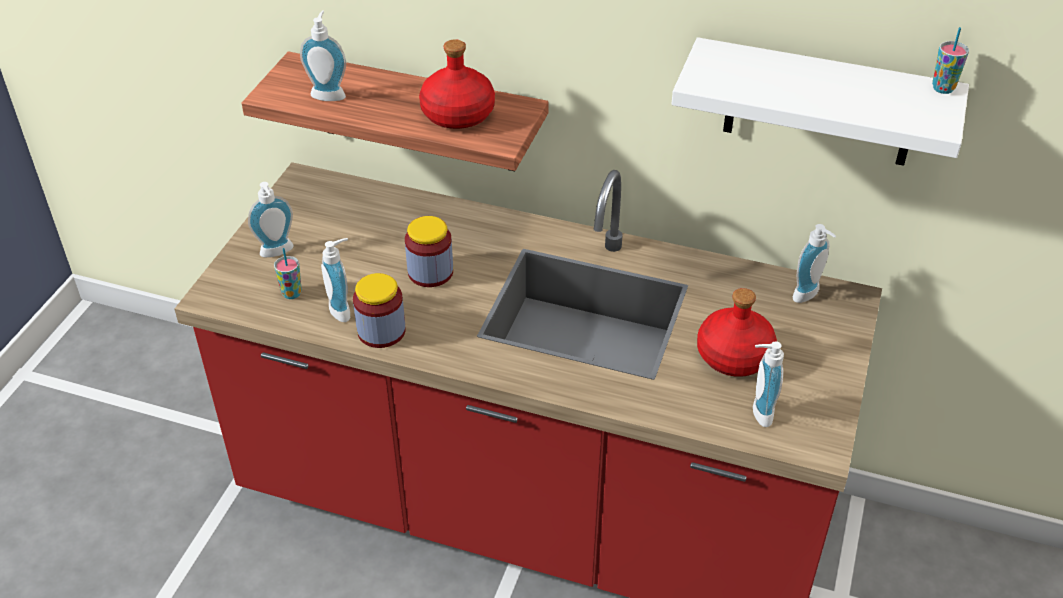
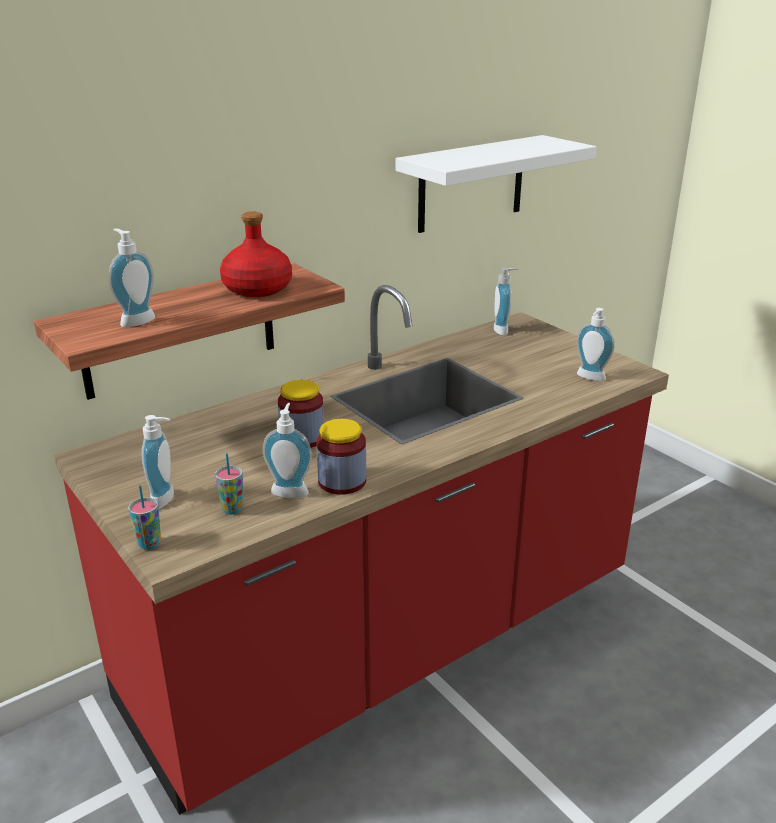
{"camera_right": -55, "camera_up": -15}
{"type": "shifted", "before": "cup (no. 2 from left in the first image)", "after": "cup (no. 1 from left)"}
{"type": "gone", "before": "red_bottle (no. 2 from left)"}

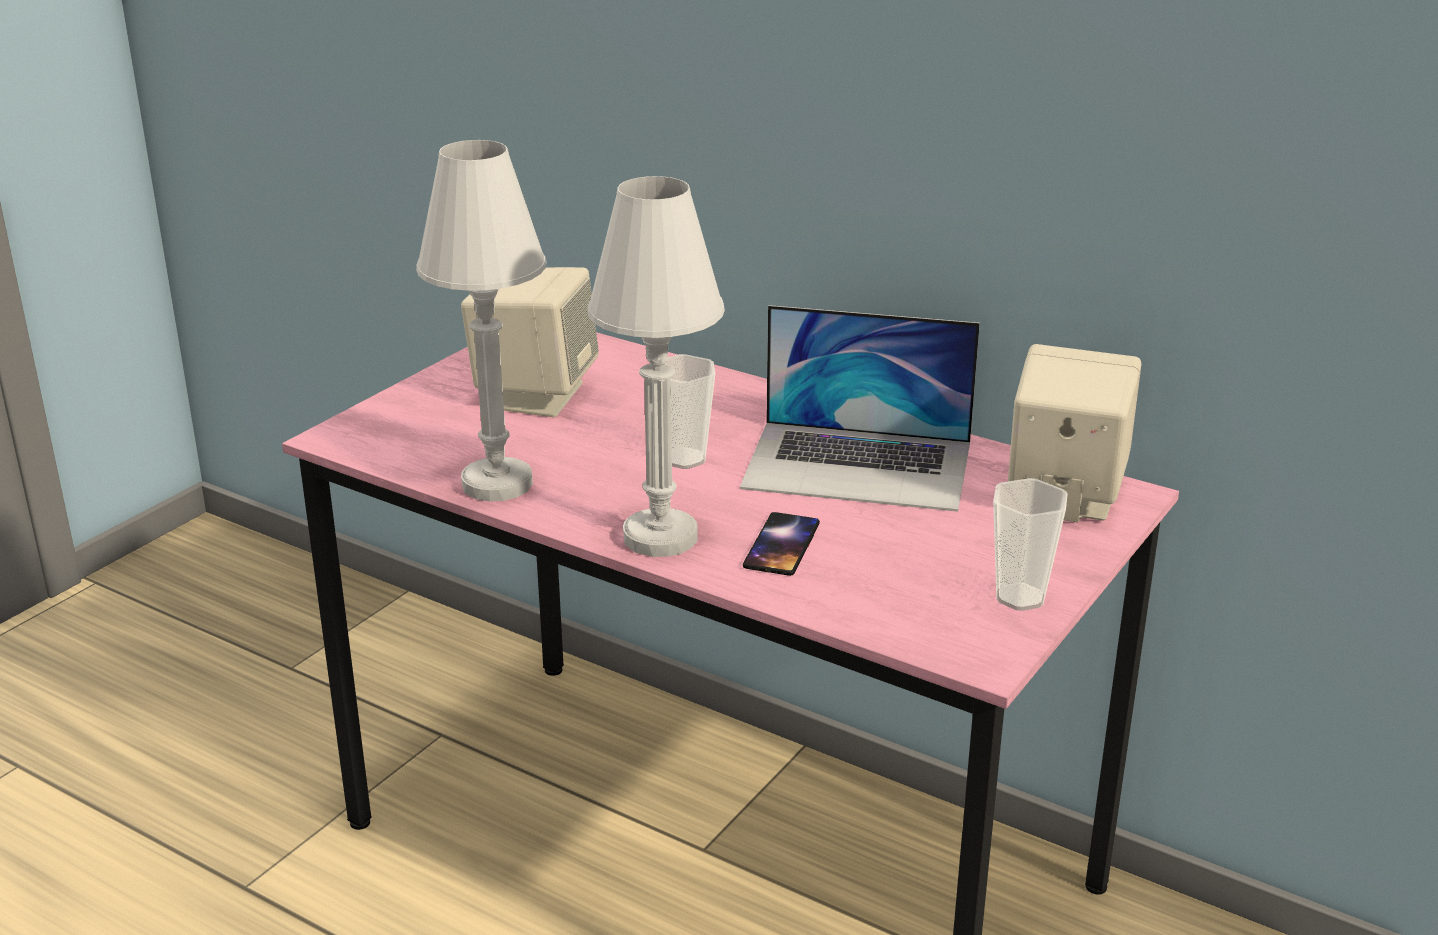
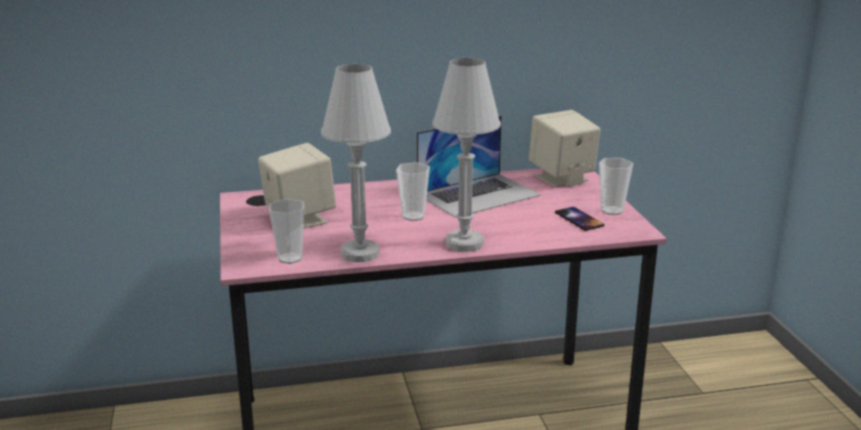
{"camera_right": -45, "camera_up": -5}
{"type": "shifted", "before": "phone"}
{"type": "new", "after": "cup (no. 1 from left)"}

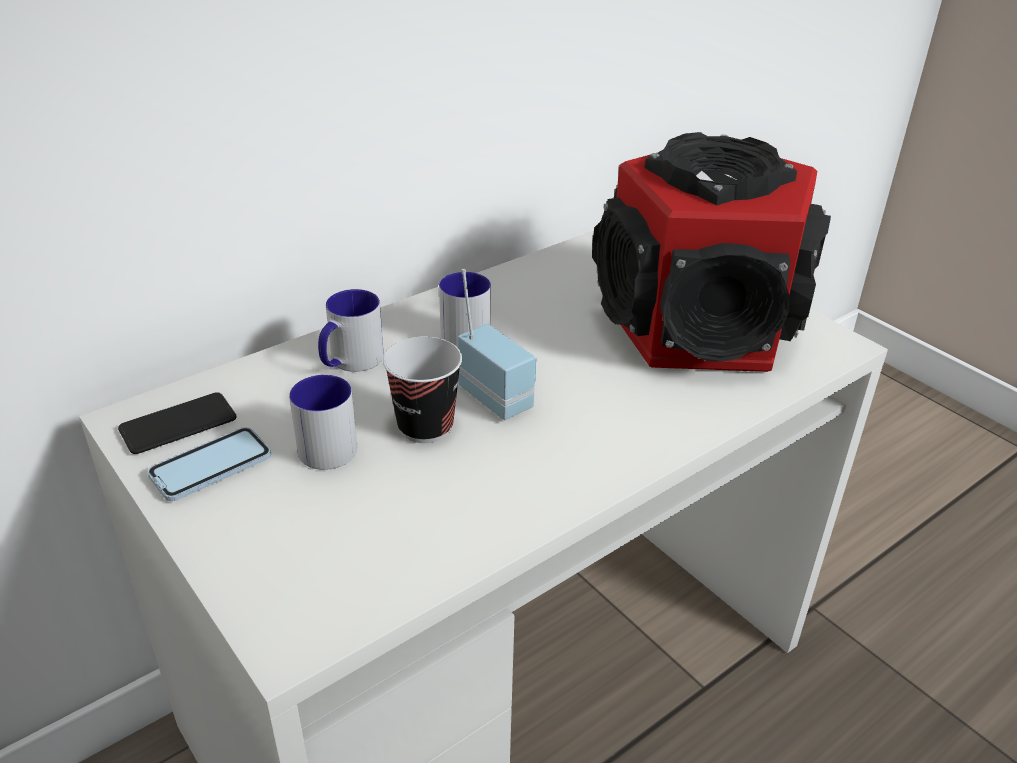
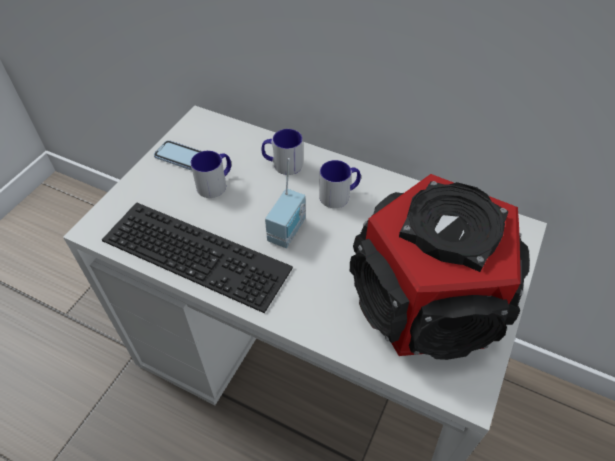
{"camera_right": 65, "camera_up": 15}
{"type": "gone", "before": "cup"}
{"type": "gone", "before": "phone (no. 1 from left)"}
{"type": "new", "after": "keyboard"}

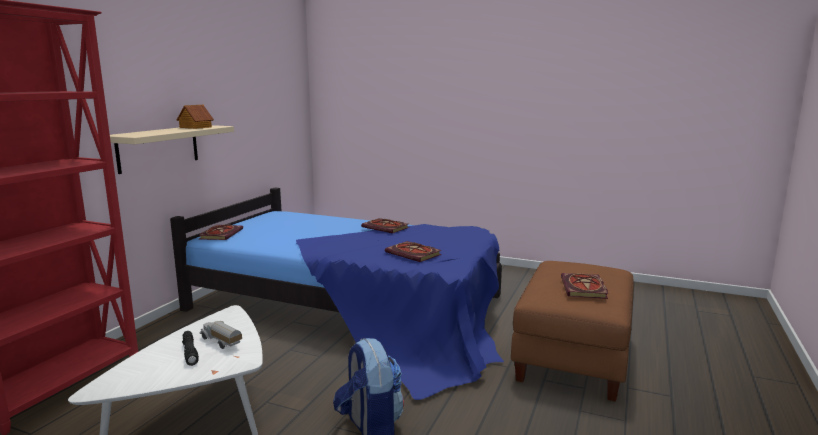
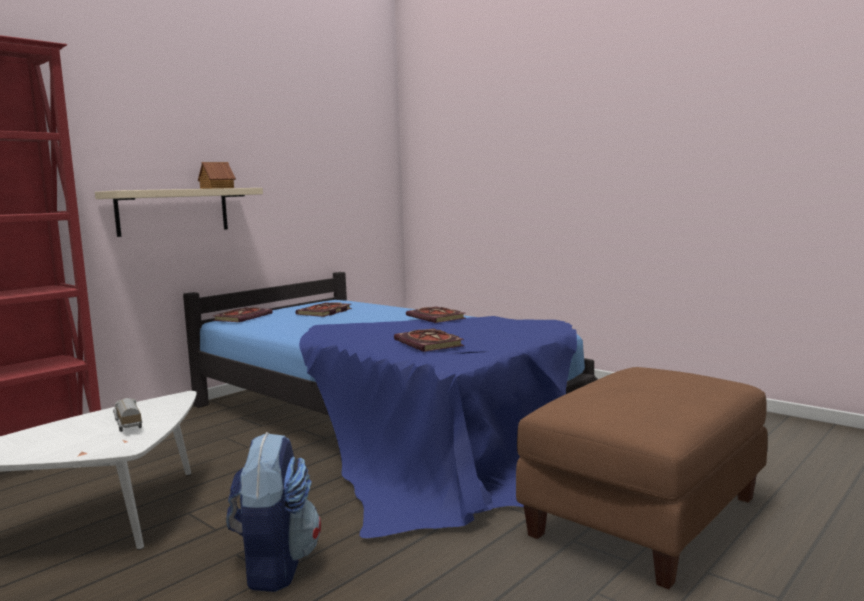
{"camera_right": 20, "camera_up": -5}
{"type": "shifted", "before": "book (no. 4 from left in the first image)", "after": "book (no. 2 from left)"}
{"type": "gone", "before": "black_flashlight"}

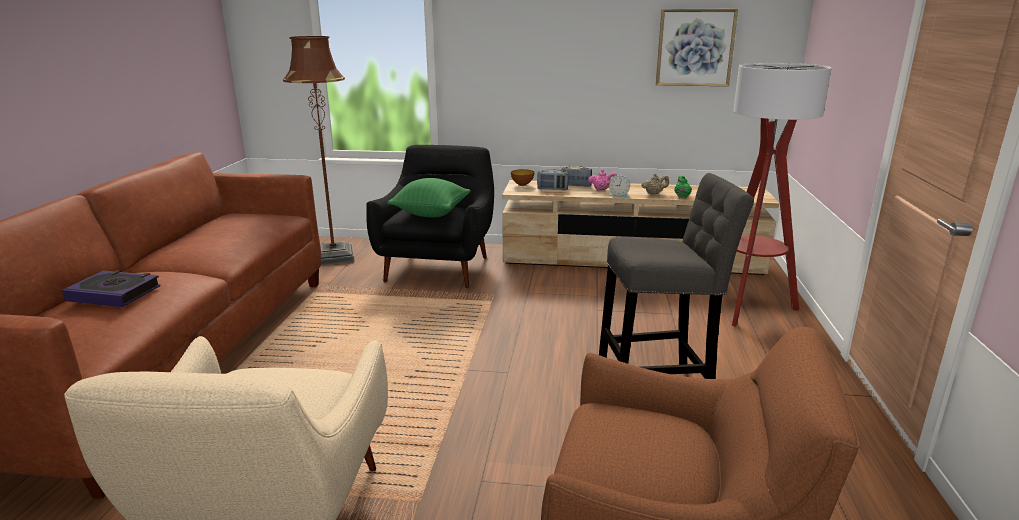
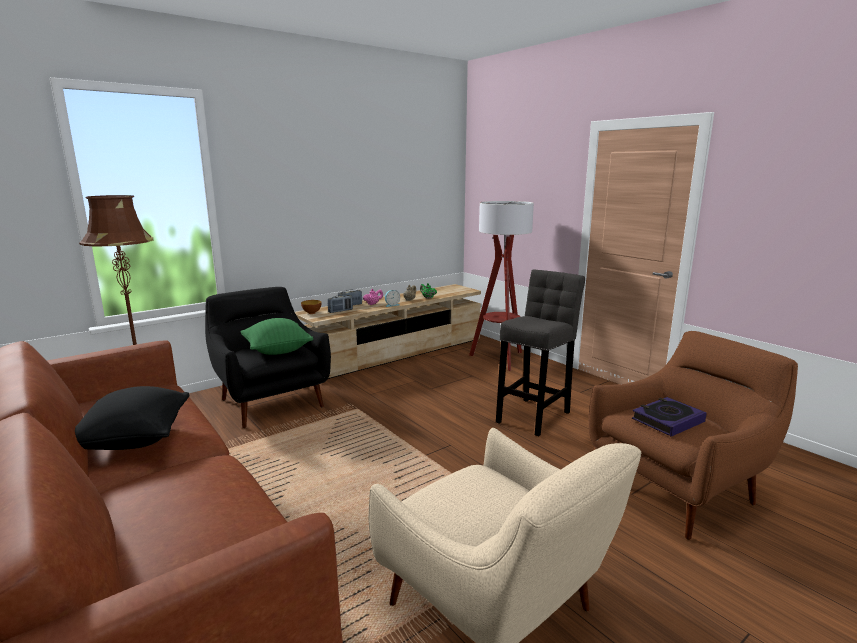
{"camera_right": -45, "camera_up": -5}
{"type": "gone", "before": "picture"}
{"type": "shifted", "before": "book"}
{"type": "new", "after": "black_pillow"}

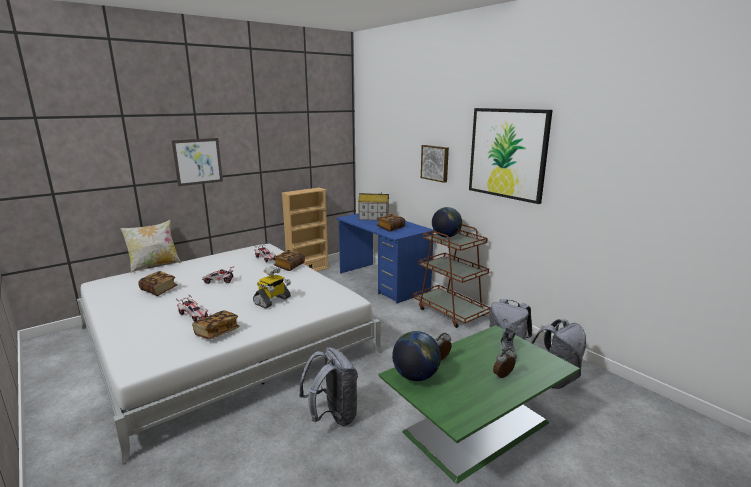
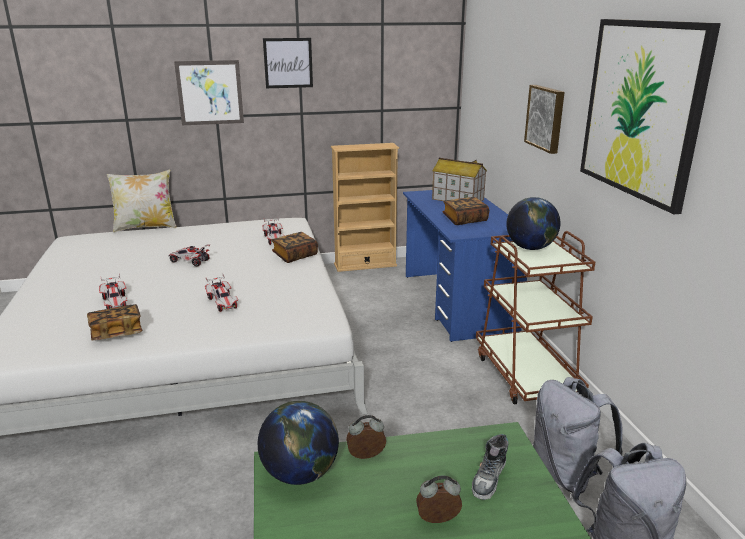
{"camera_right": 25, "camera_up": 5}
{"type": "swapped", "before": "toy_robot", "after": "toy_car (no. 3 from left)"}
{"type": "gone", "before": "book (no. 1 from left)"}
{"type": "gone", "before": "grey_backpack (no. 1 from left)"}
{"type": "new", "after": "picture (no. 2 from left)"}

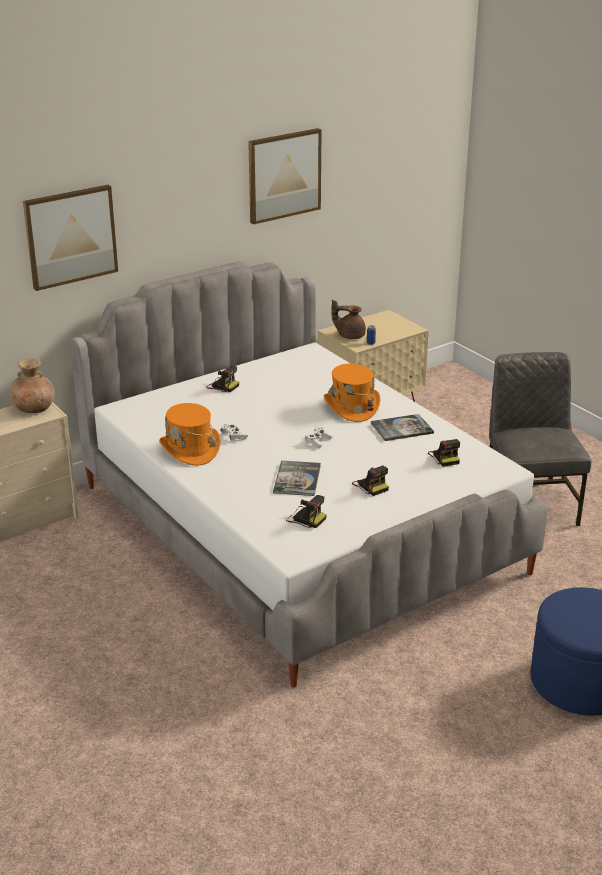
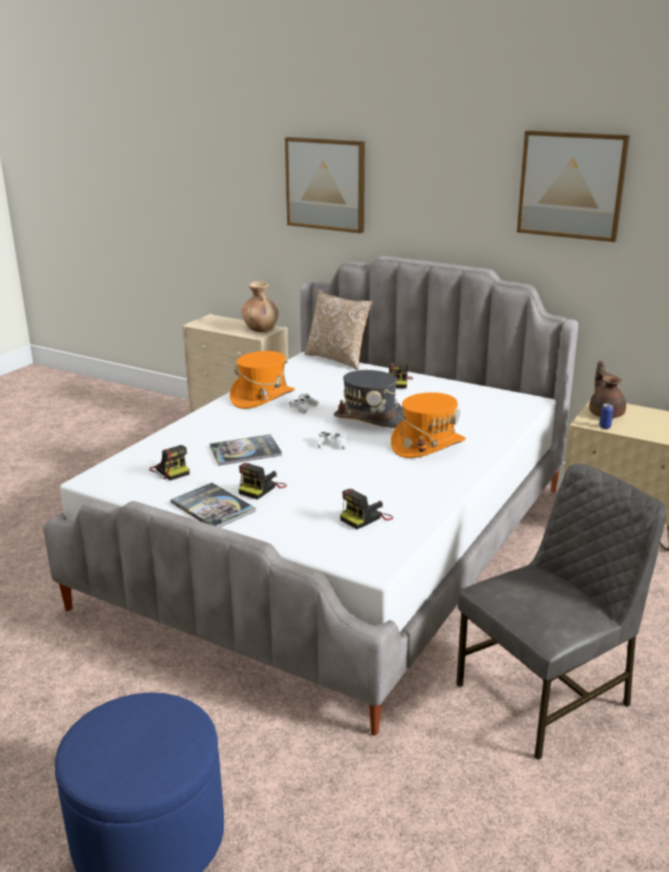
{"camera_right": 65, "camera_up": -5}
{"type": "shifted", "before": "book (no. 2 from left in the first image)", "after": "book (no. 1 from left)"}
{"type": "rotated", "before": "photo_camera (no. 2 from left in the first image)", "turn": -45}
{"type": "new", "after": "pillow"}
{"type": "new", "after": "grey_hat"}

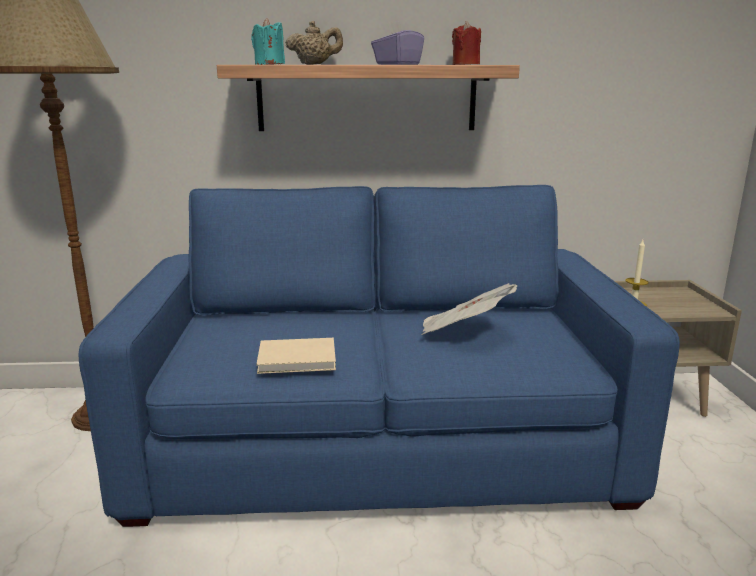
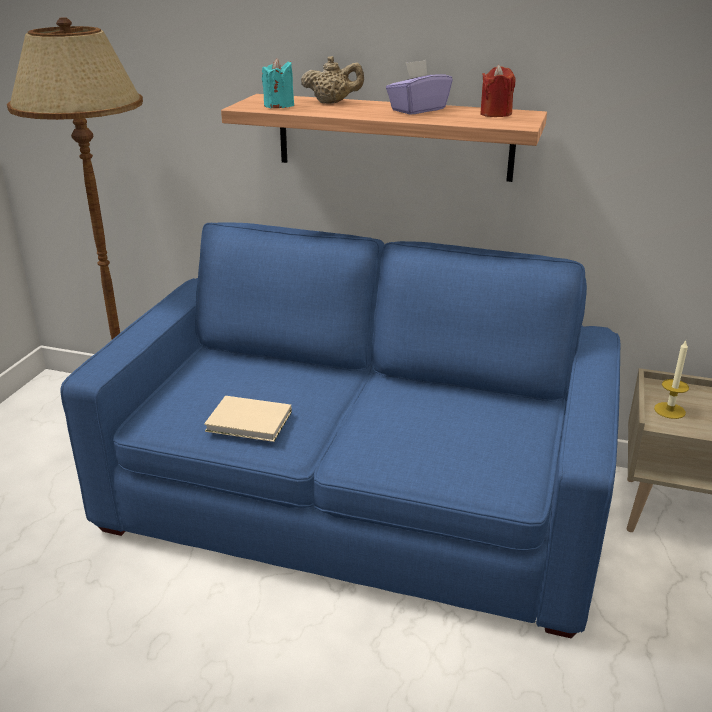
{"camera_right": 20, "camera_up": 10}
{"type": "gone", "before": "newspaper"}

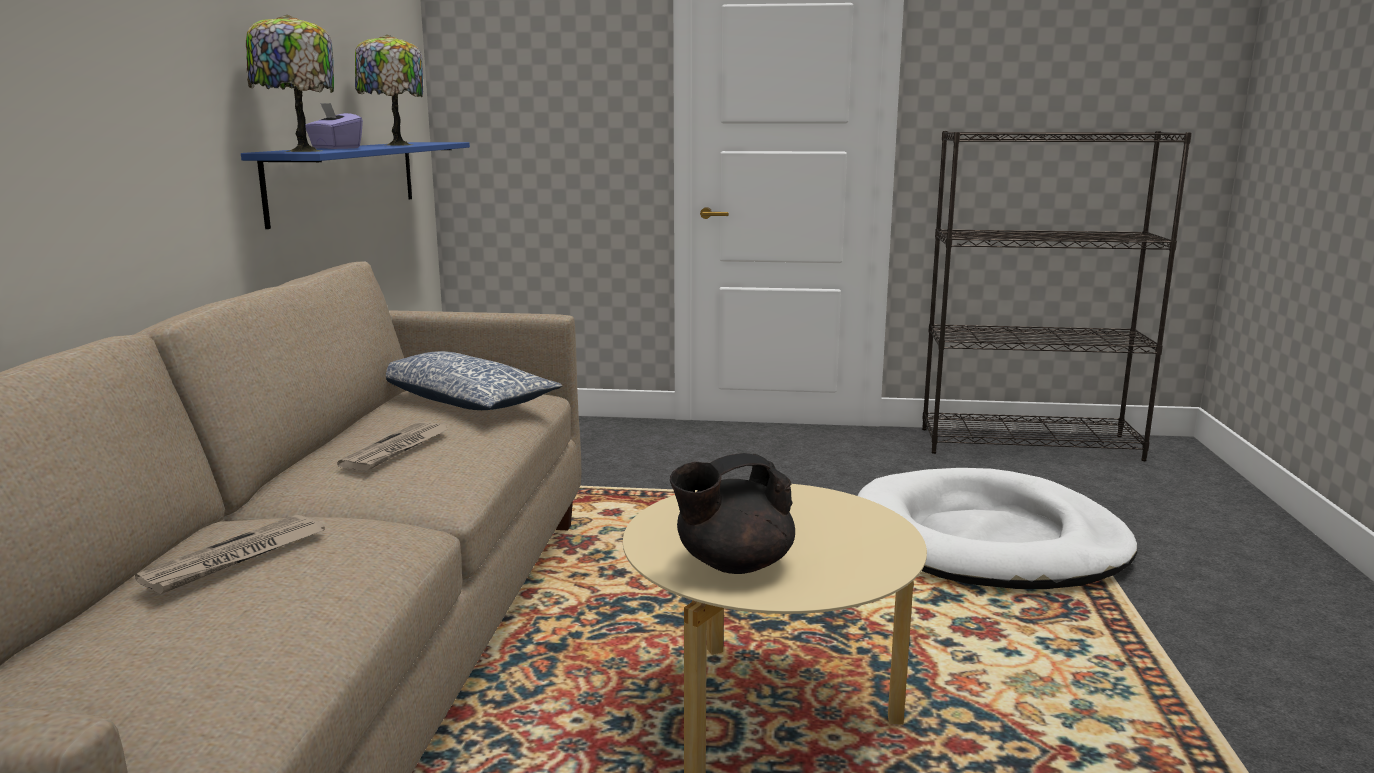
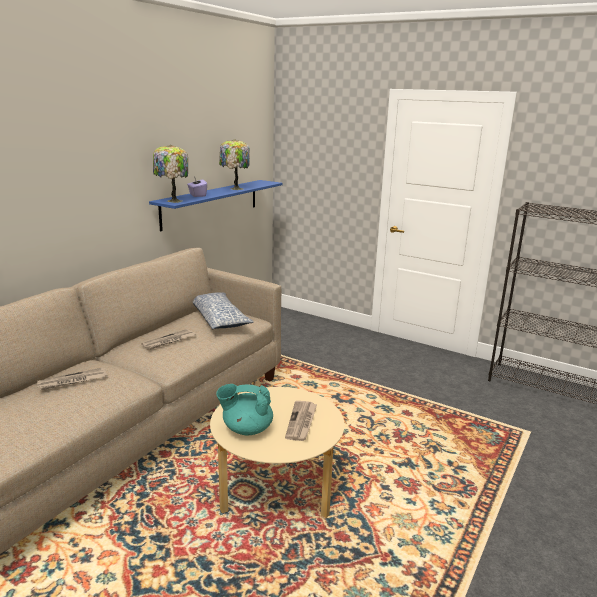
{"camera_right": 25, "camera_up": 5}
{"type": "repainted", "before": "black_teapot", "after": "turquoise_teapot"}
{"type": "gone", "before": "white_dog_bed"}
{"type": "new", "after": "newspaper (no. 3 from left)"}

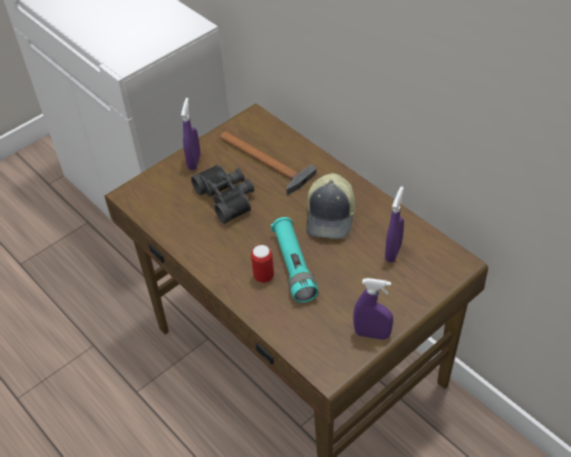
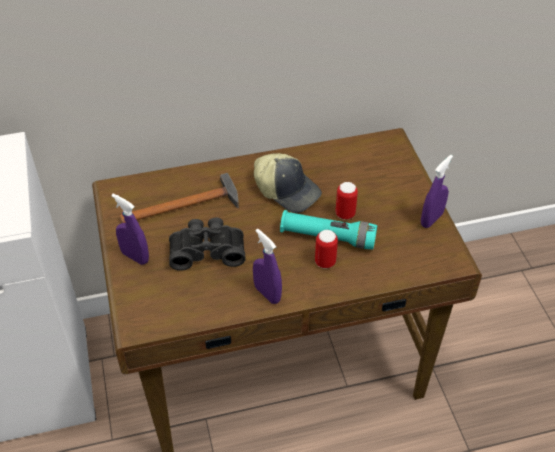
{"camera_right": -65, "camera_up": 0}
{"type": "shifted", "before": "purple_spray_bottle (no. 3 from left in the first image)", "after": "purple_spray_bottle (no. 2 from left)"}
{"type": "new", "after": "can (no. 2 from left)"}

